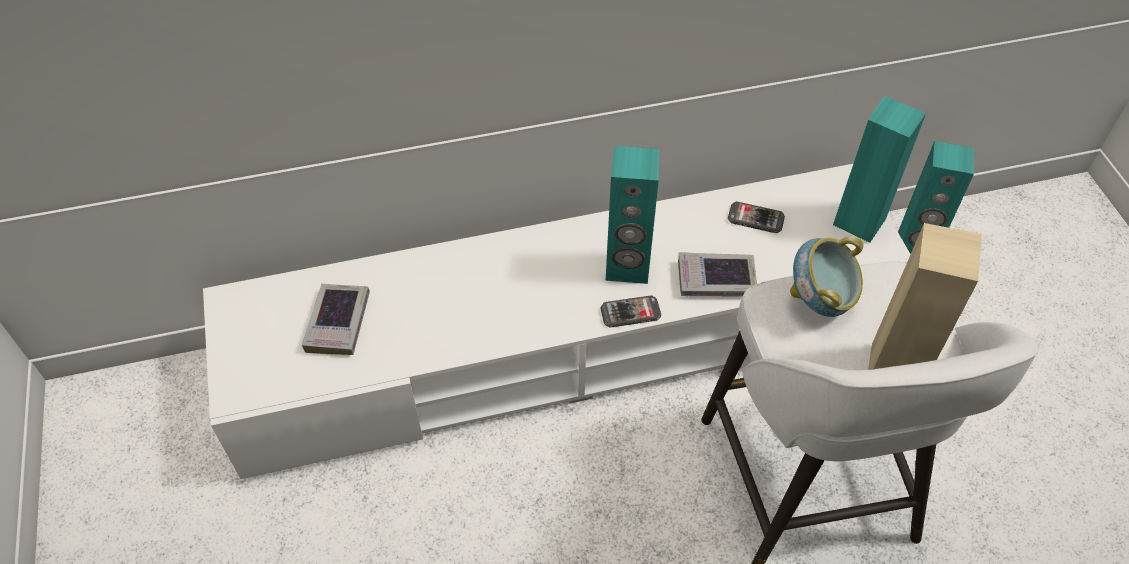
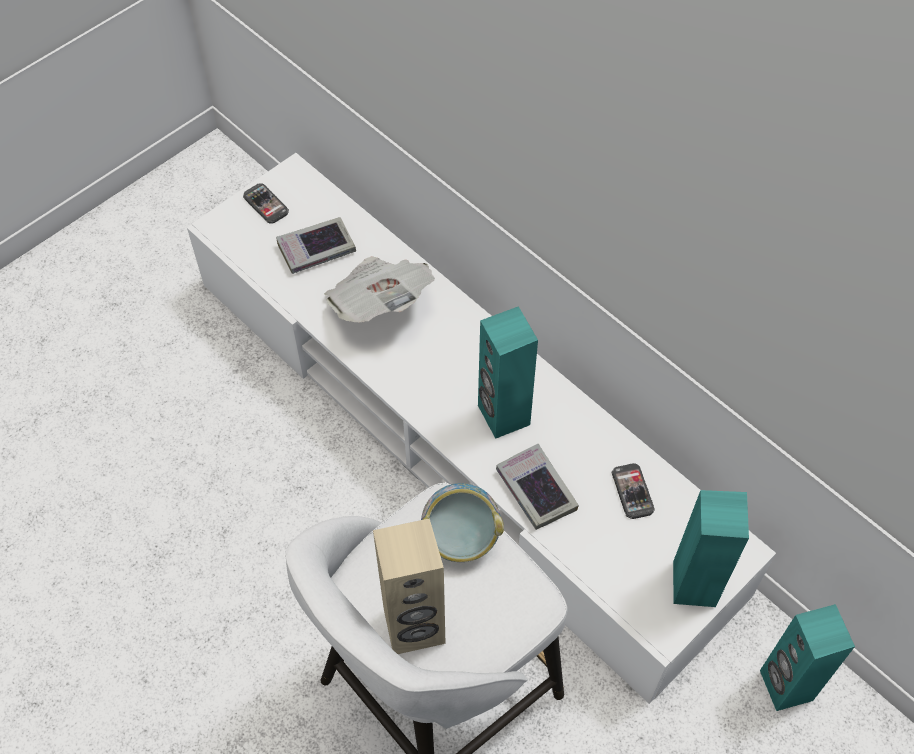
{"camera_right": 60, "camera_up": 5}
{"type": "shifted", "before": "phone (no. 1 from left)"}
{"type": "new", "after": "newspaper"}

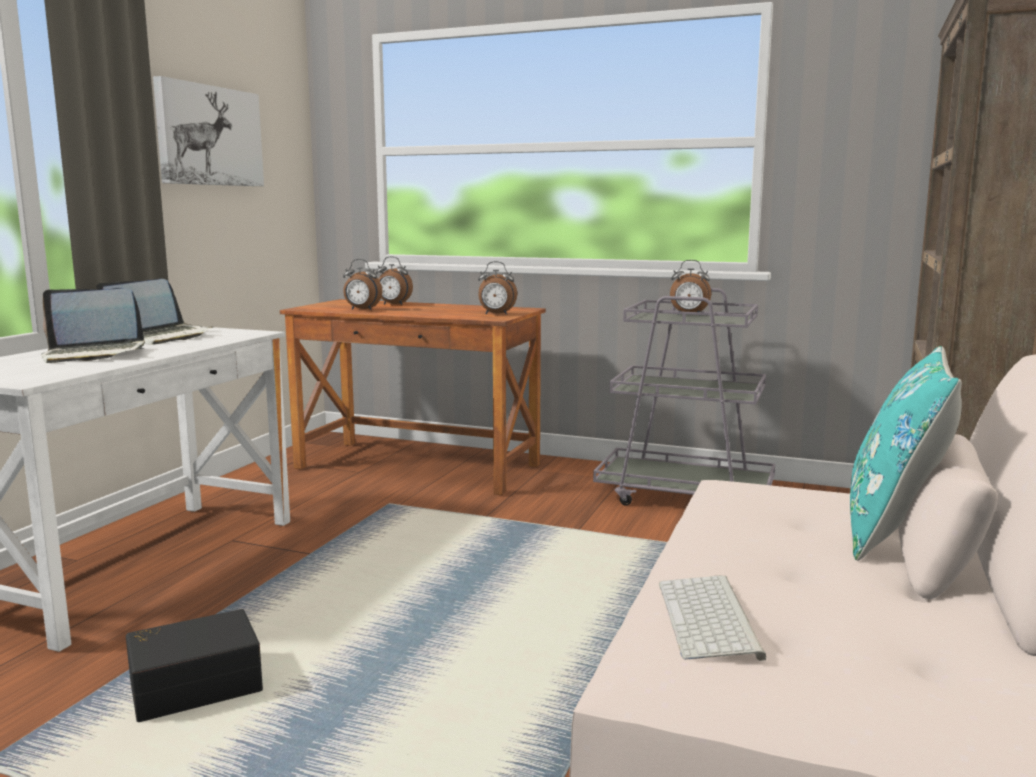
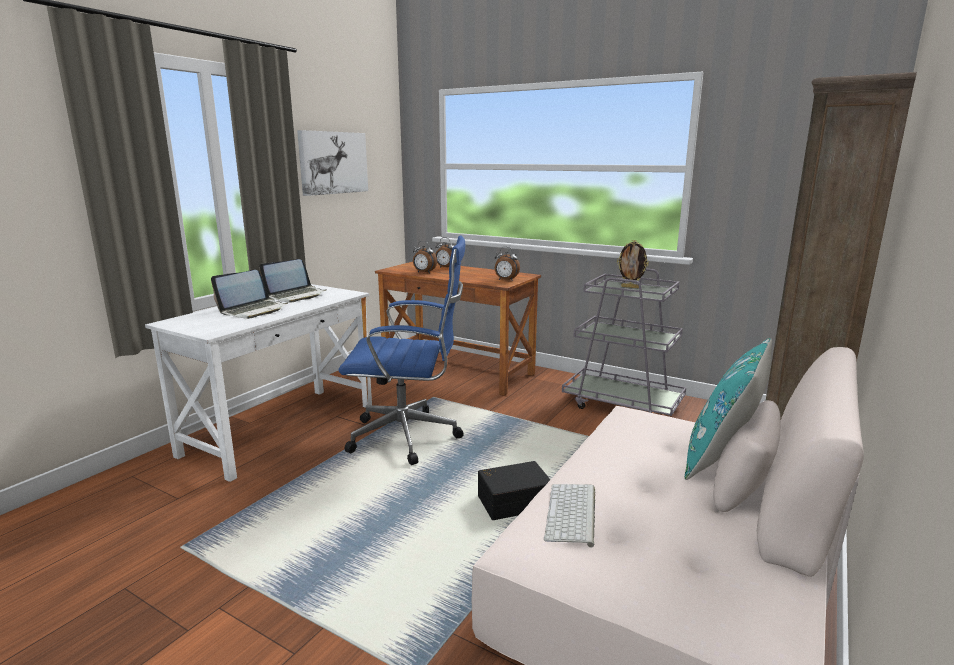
{"camera_right": 10, "camera_up": 5}
{"type": "swapped", "before": "alarm_clock (no. 4 from left)", "after": "picture_frame"}
{"type": "rotated", "before": "laptop (no. 1 from left)", "turn": -45}
{"type": "shifted", "before": "black_storage_box"}
{"type": "new", "after": "blue_office_chair"}

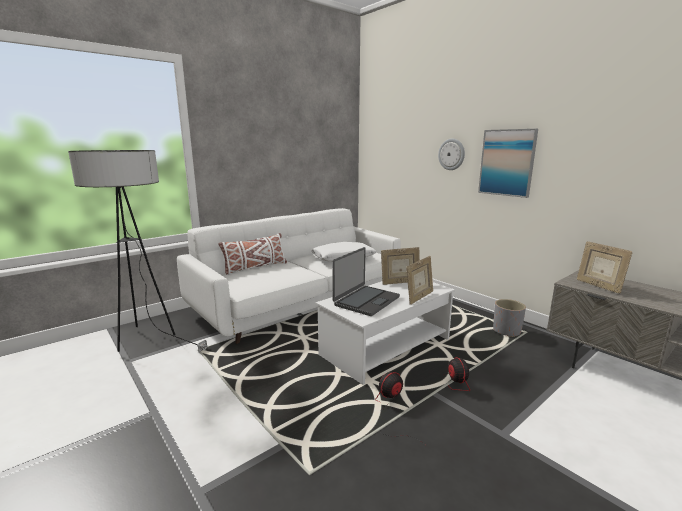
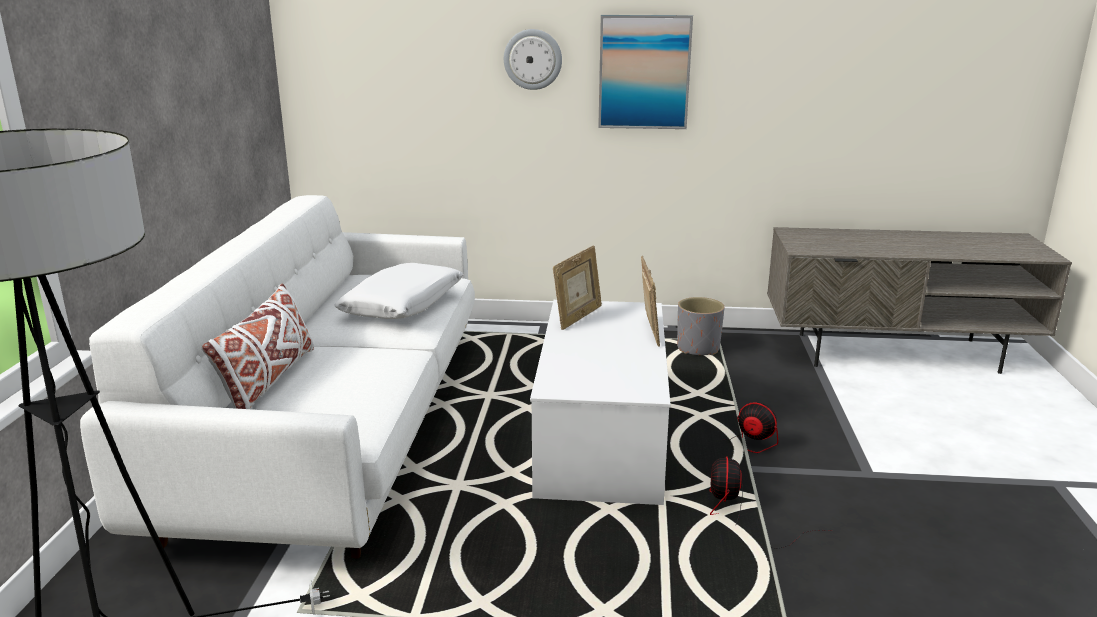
{"camera_right": -45, "camera_up": 5}
{"type": "gone", "before": "picture_frame (no. 3 from left)"}
{"type": "gone", "before": "laptop"}

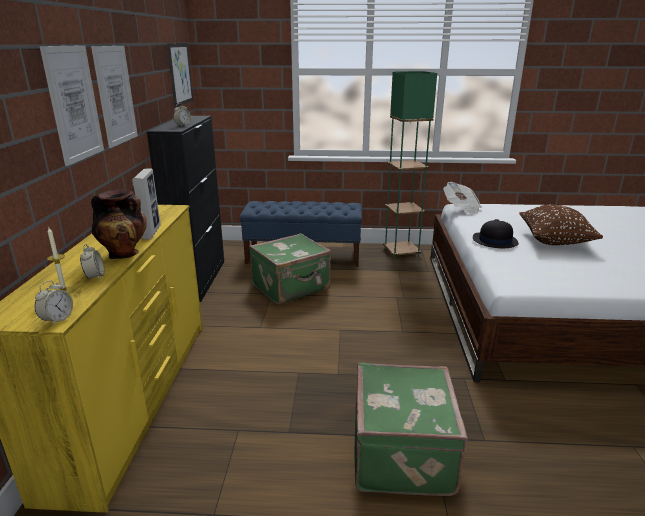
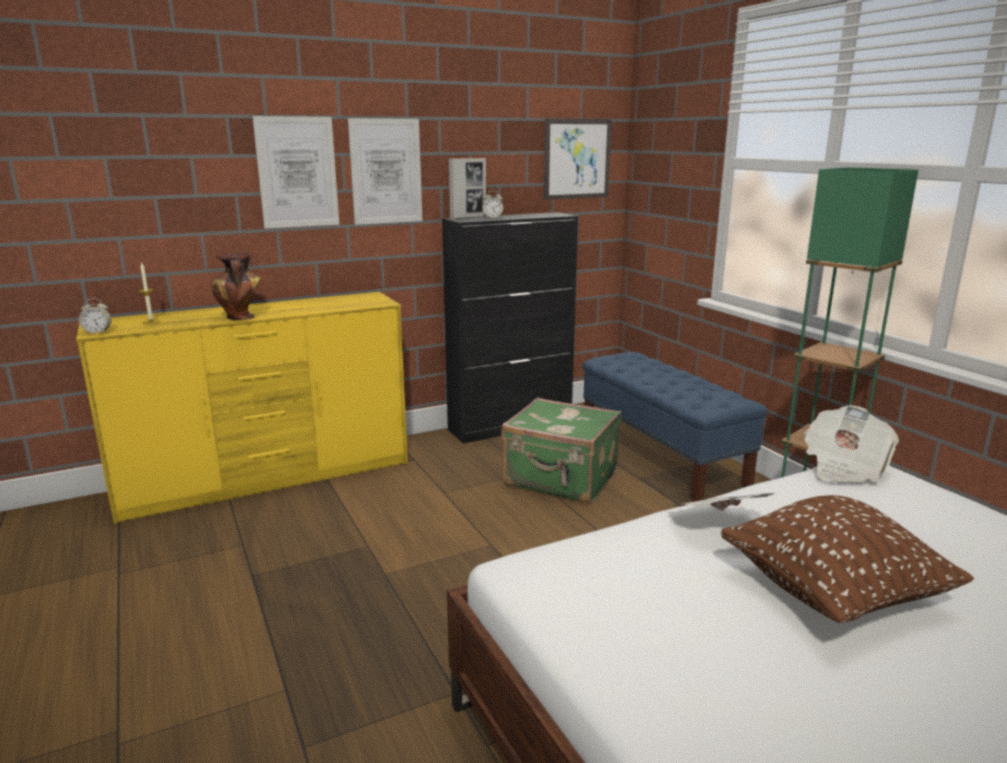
{"camera_right": 60, "camera_up": -5}
{"type": "shifted", "before": "picture_frame"}
{"type": "swapped", "before": "black_hat", "after": "newspaper (no. 1 from left)"}
{"type": "gone", "before": "alarm_clock (no. 2 from left)"}
{"type": "gone", "before": "green_suitcase (no. 2 from left)"}

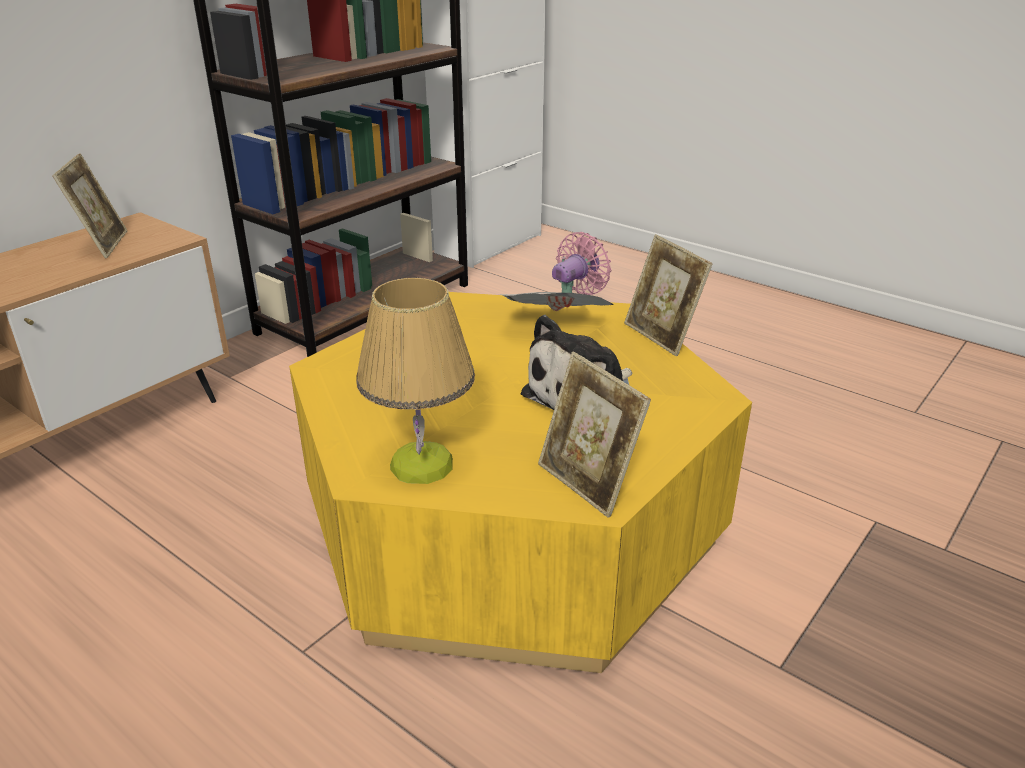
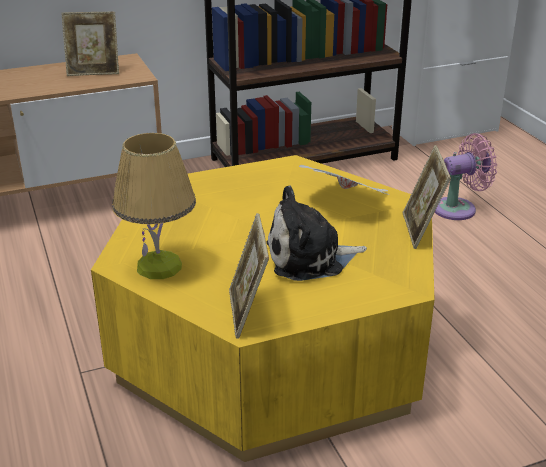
{"camera_right": 30, "camera_up": 0}
{"type": "rotated", "before": "picture_frame (no. 1 from left)", "turn": 60}

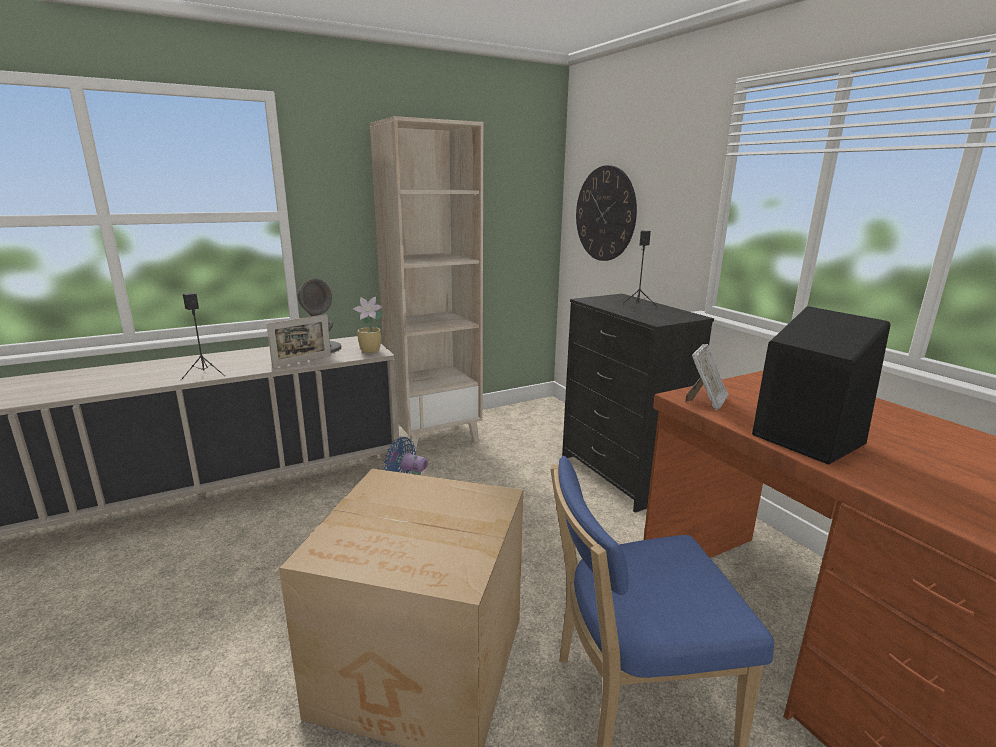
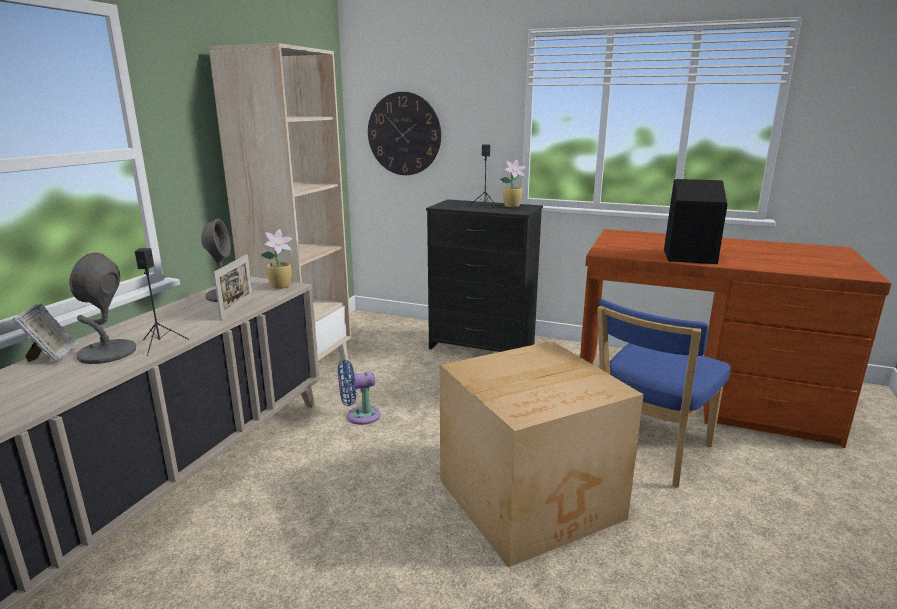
{"camera_right": -40, "camera_up": 0}
{"type": "shifted", "before": "picture_frame (no. 2 from left in the first image)", "after": "picture_frame (no. 1 from left)"}
{"type": "new", "after": "potted_plant (no. 2 from left)"}
{"type": "new", "after": "grey_table_lamp (no. 1 from left)"}

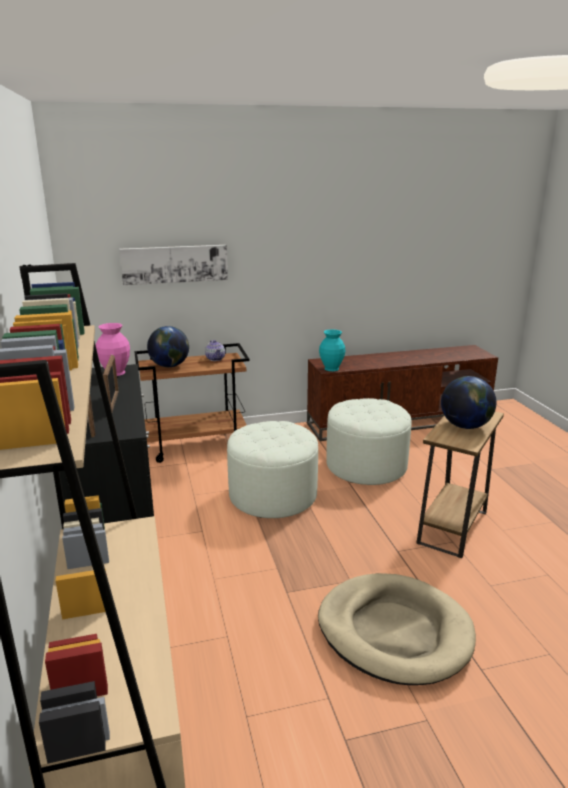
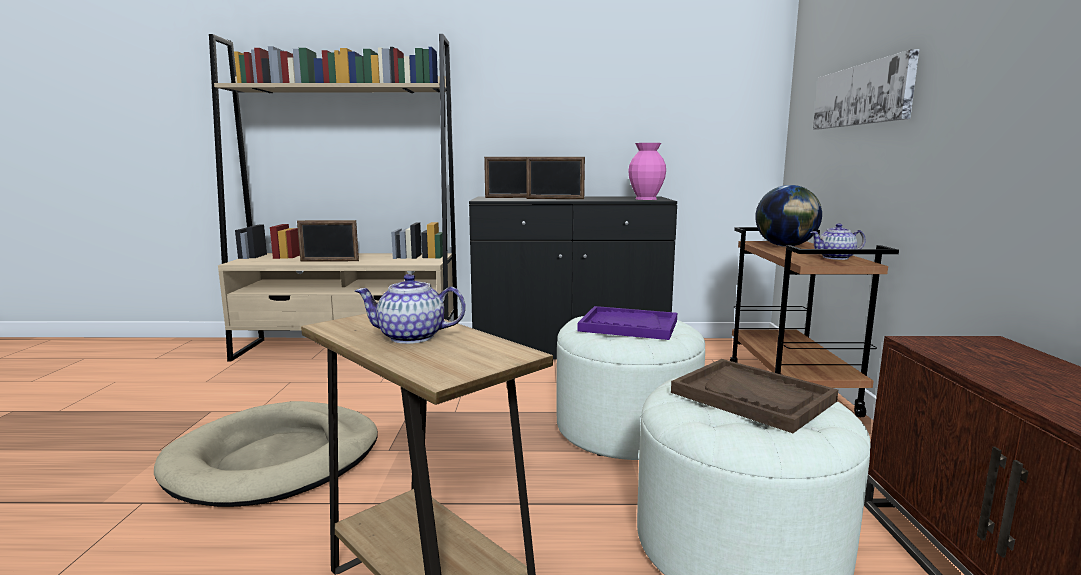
{"camera_right": 105, "camera_up": -10}
{"type": "gone", "before": "turquoise_vase"}
{"type": "swapped", "before": "globe (no. 2 from left)", "after": "teapot (no. 1 from left)"}
{"type": "new", "after": "picture_frame (no. 1 from left)"}
{"type": "new", "after": "purple_tray"}
{"type": "new", "after": "brown_tray"}

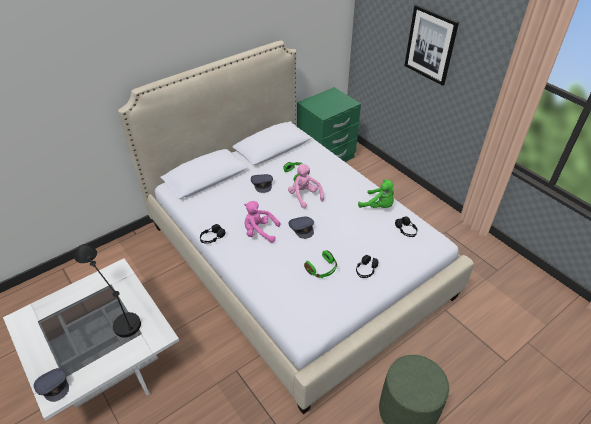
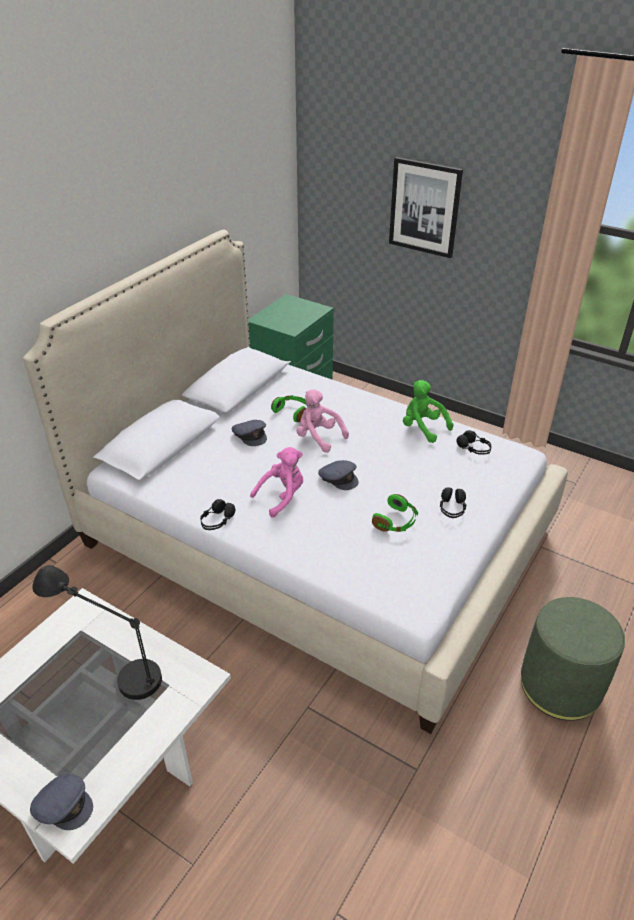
{"camera_right": -20, "camera_up": -5}
{"type": "rotated", "before": "green_plush_toy", "turn": -150}
{"type": "rotated", "before": "pink_plush_toy (no. 1 from left)", "turn": 150}

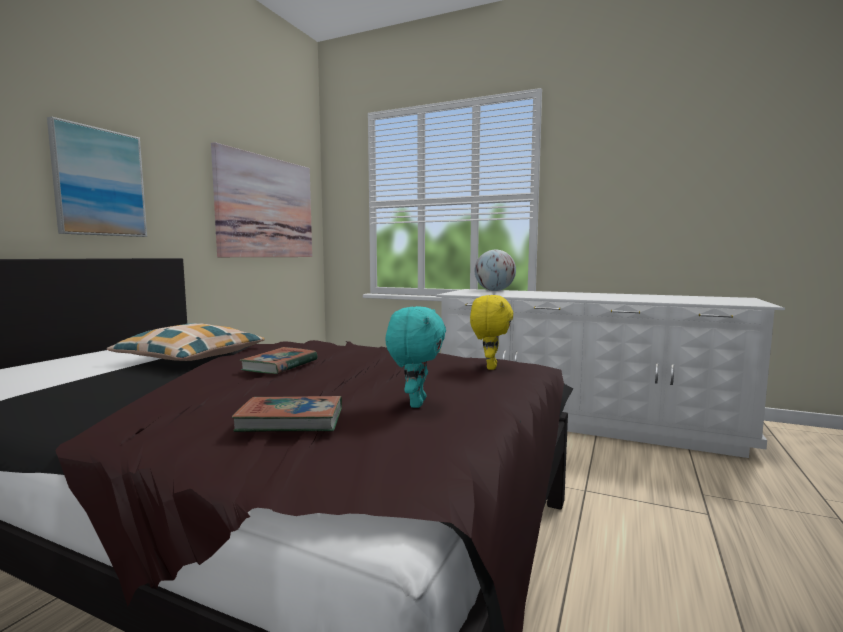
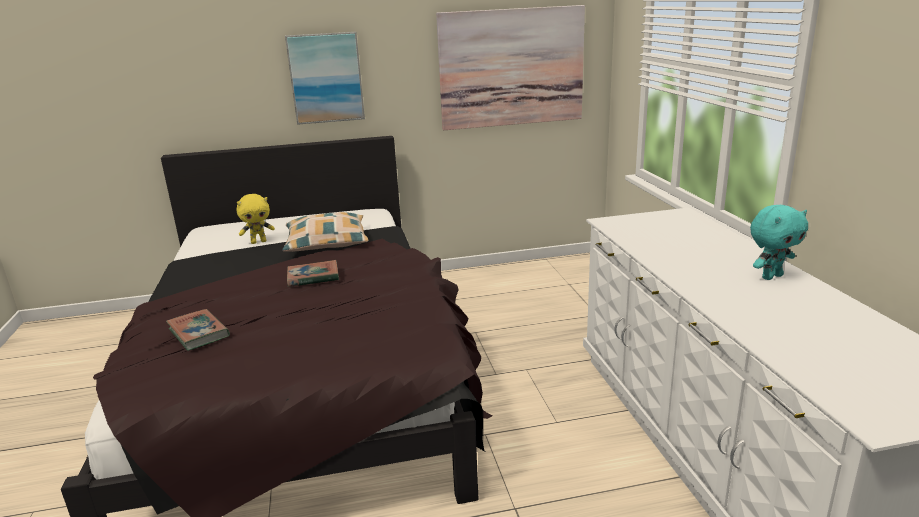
{"camera_right": 55, "camera_up": 15}
{"type": "gone", "before": "globe"}
{"type": "shifted", "before": "yellow_plush_toy"}
{"type": "shifted", "before": "turquoise_plush_toy"}

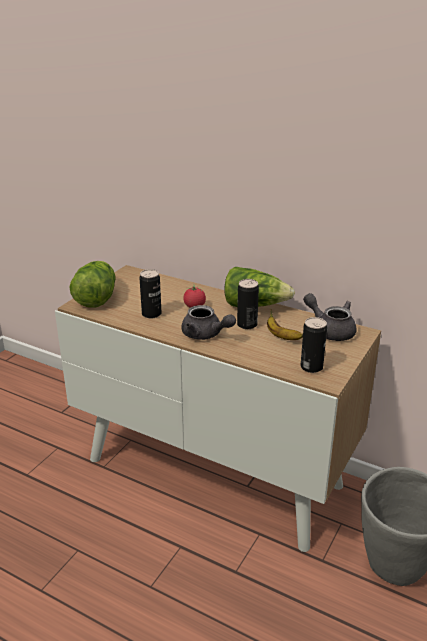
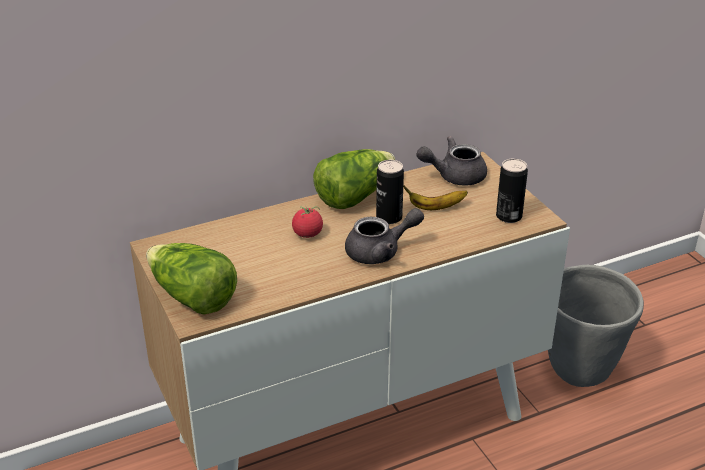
{"camera_right": -55, "camera_up": 5}
{"type": "gone", "before": "can (no. 1 from left)"}

